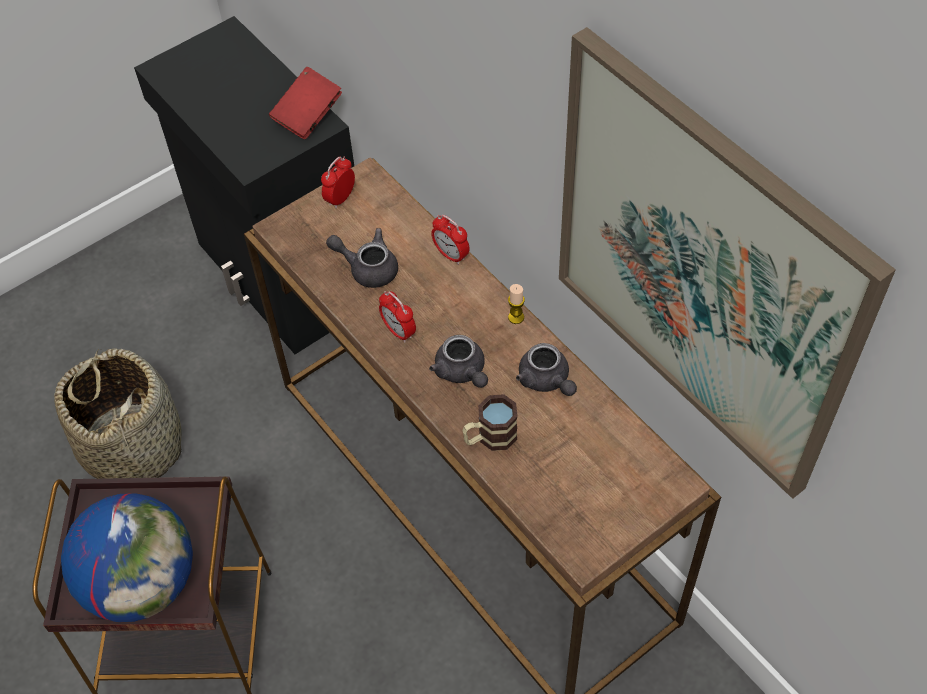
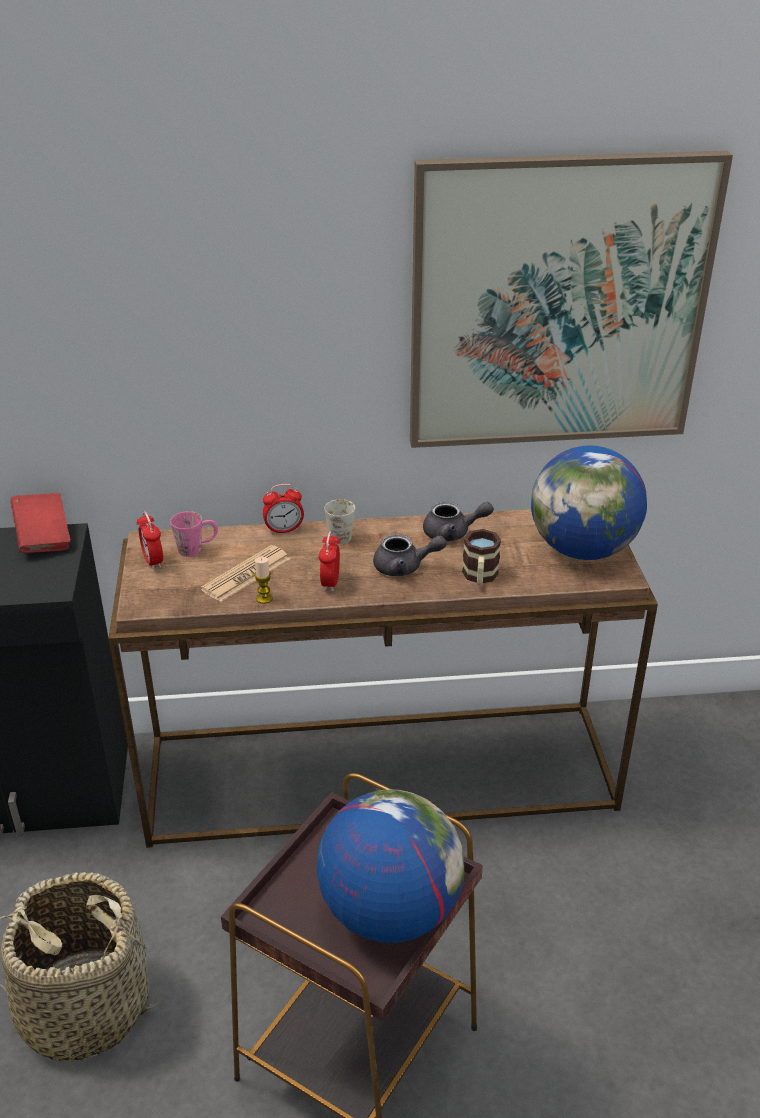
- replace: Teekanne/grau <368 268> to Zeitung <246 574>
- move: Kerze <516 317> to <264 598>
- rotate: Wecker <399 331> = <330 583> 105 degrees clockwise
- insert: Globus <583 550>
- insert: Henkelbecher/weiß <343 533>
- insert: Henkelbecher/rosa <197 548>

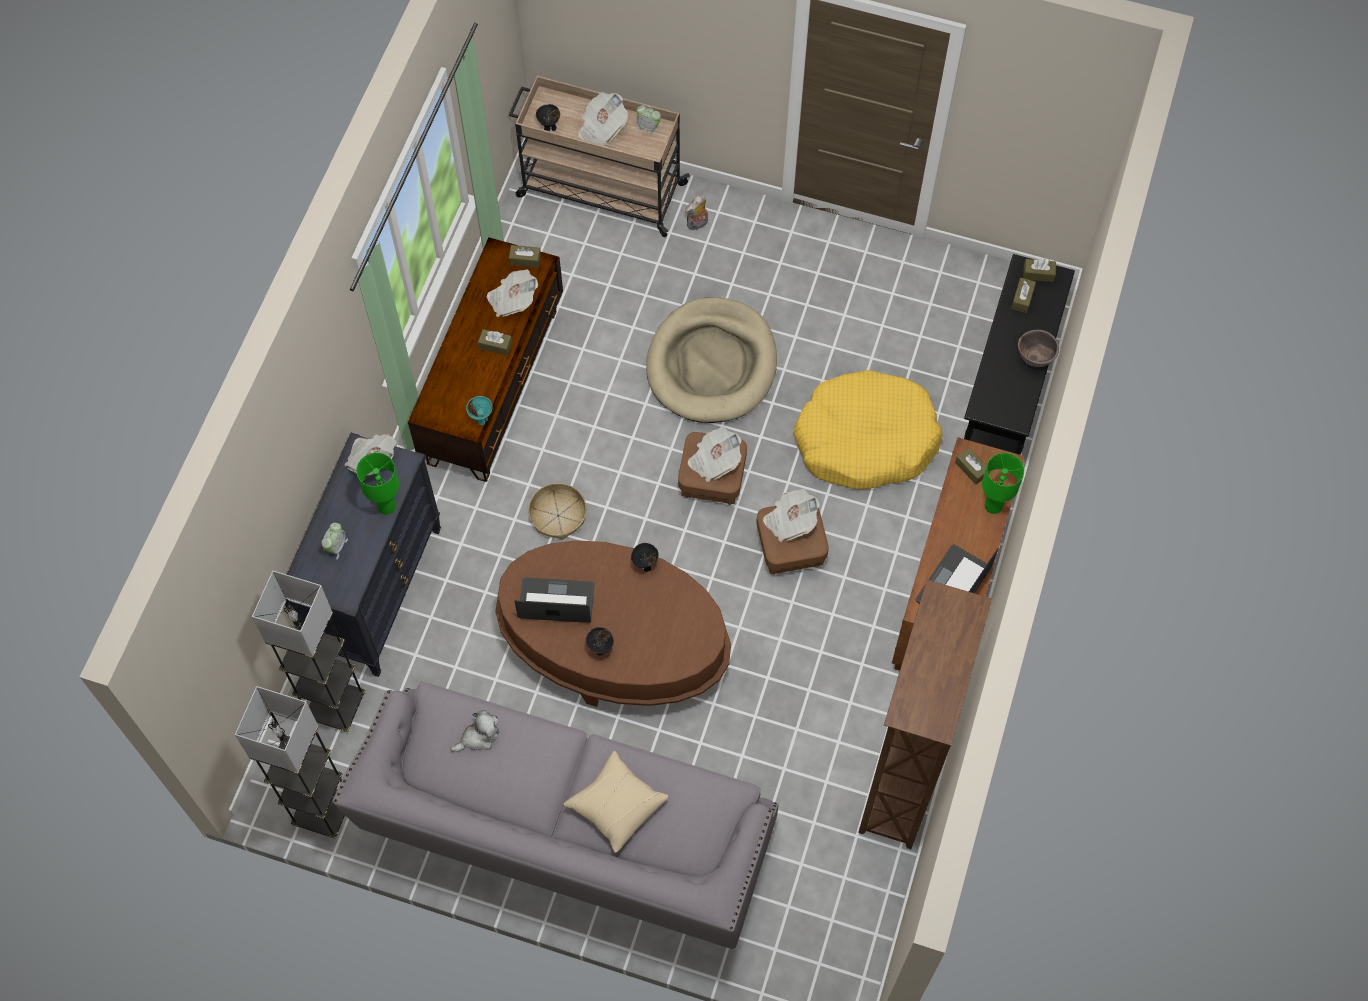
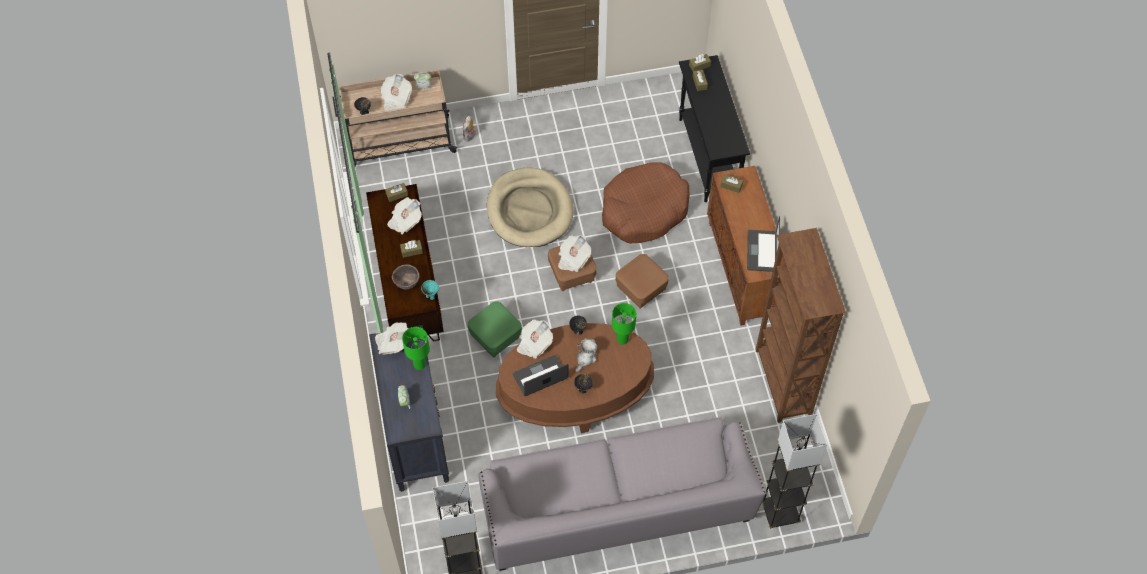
- move: Schüssel/braun <1035 358> to <407 283>
- recolor: Hundebett/gelb <865 440> to Hundebett/braun <644 210>
- move: Tischlampe/grün <993 505> to <622 339>
- replace: Korb <558 515> to Polsterhocker/grün <495 338>
- move: Zeitung <790 521> to <534 344>
- move: Stehlampe/grau <336 706> to <780 512>
- move: Plüschtier <479 736> to <585 358>
- delete: Kissen/beige <616 805>

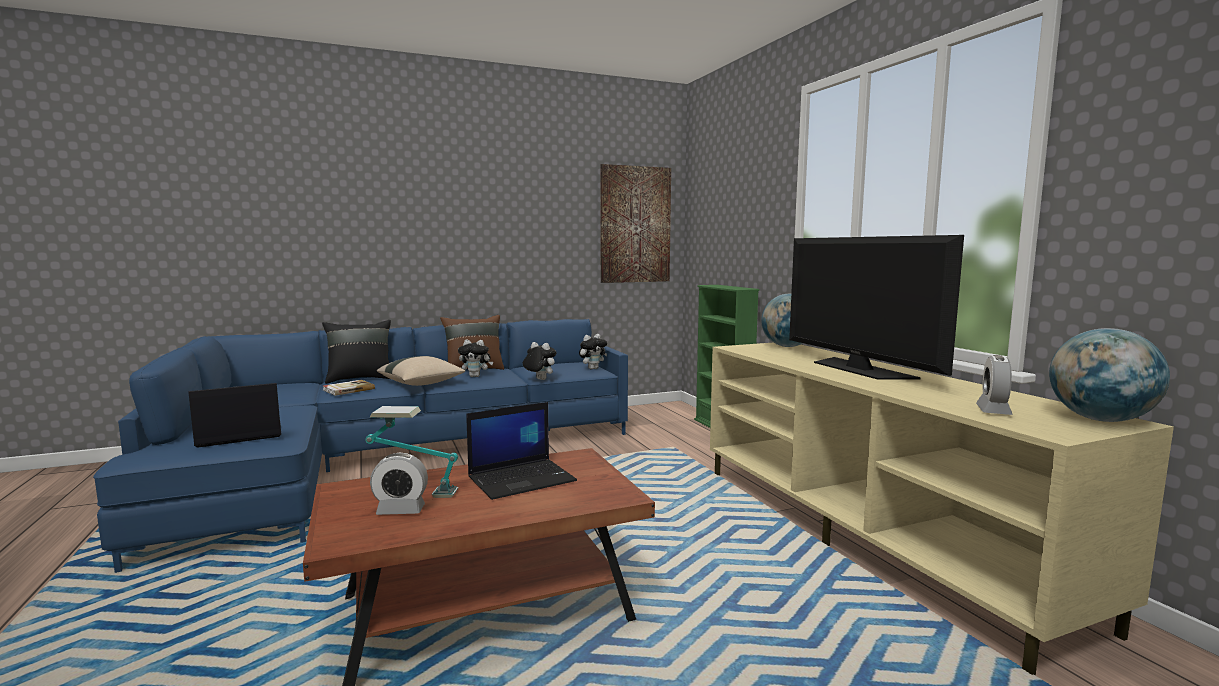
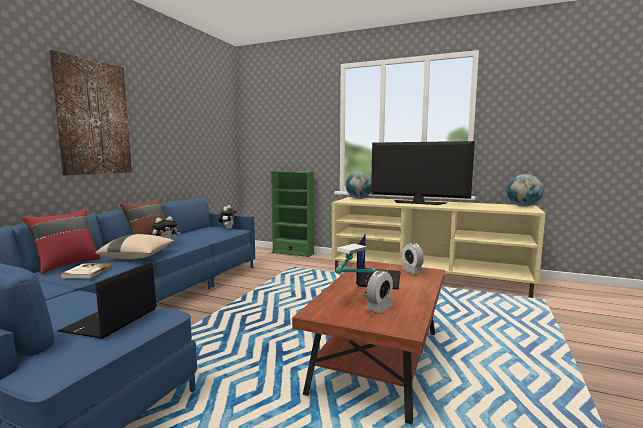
- move: Bild <635 224> to <93 118>
- recolor: Kissen/schwarz <360 379> to Kissen/rot <66 265>
- delete: Plüschtier <539 379>
- move: Wecker <993 410> to <412 271>

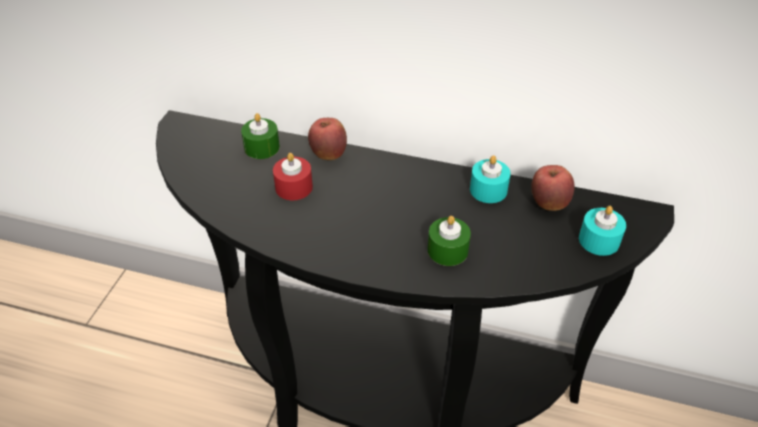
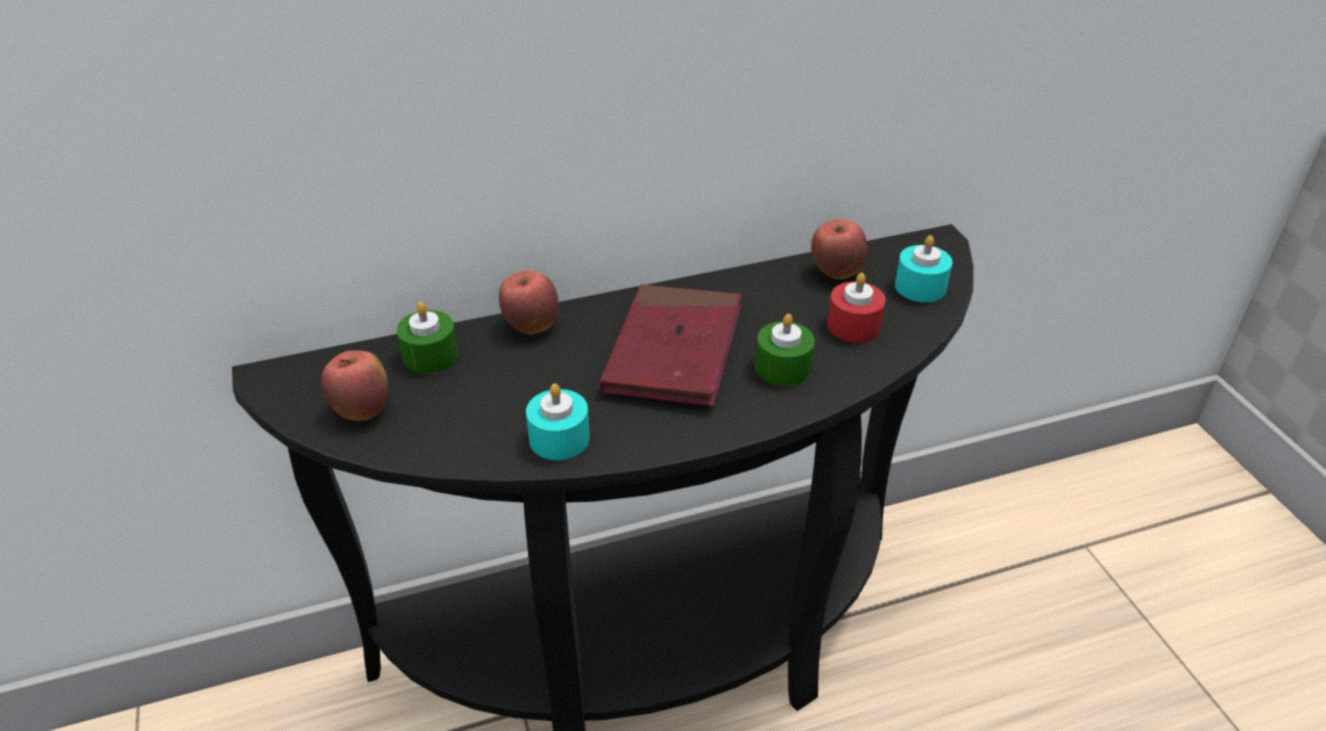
- move: Kerze/rot <294 187> to <854 325>
- move: Kerze/türkis <488 190> to <559 438>
- insert: Buch/rot <674 351>
- insert: Apfel <362 410>

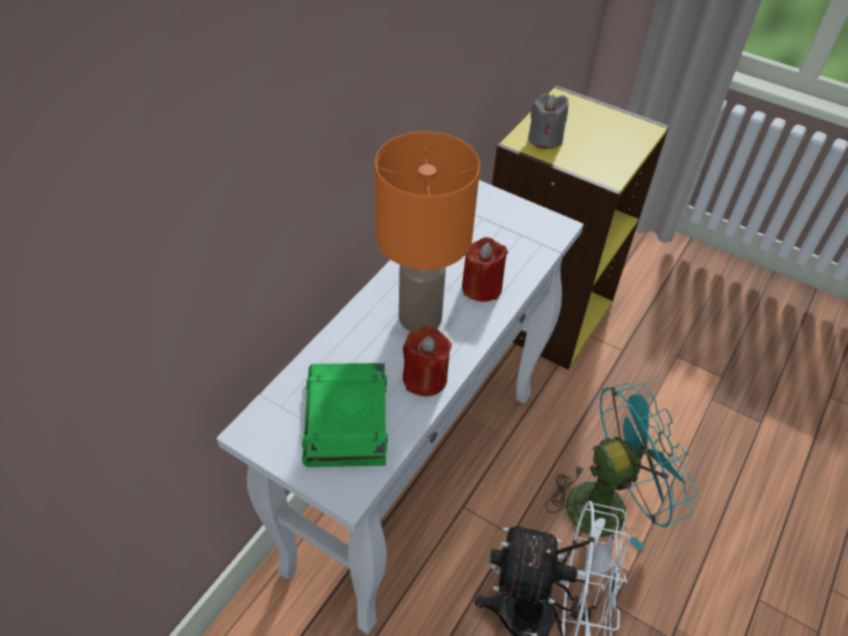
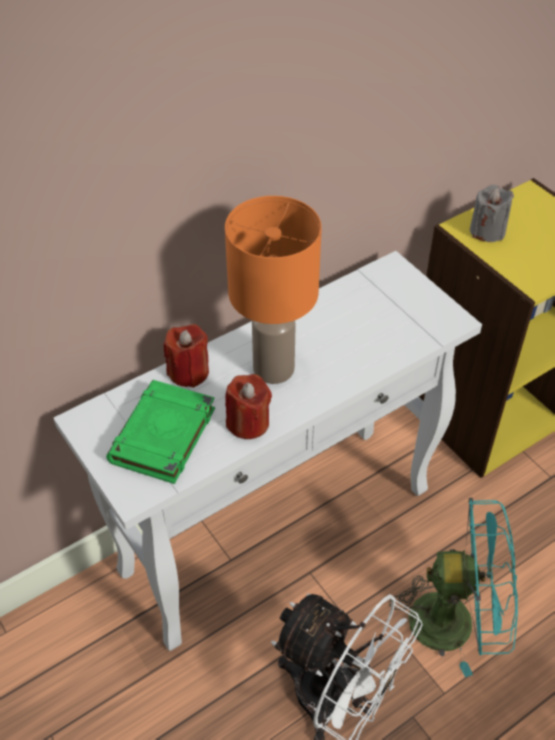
- move: Kerze/rot <481 287> to <189 372>

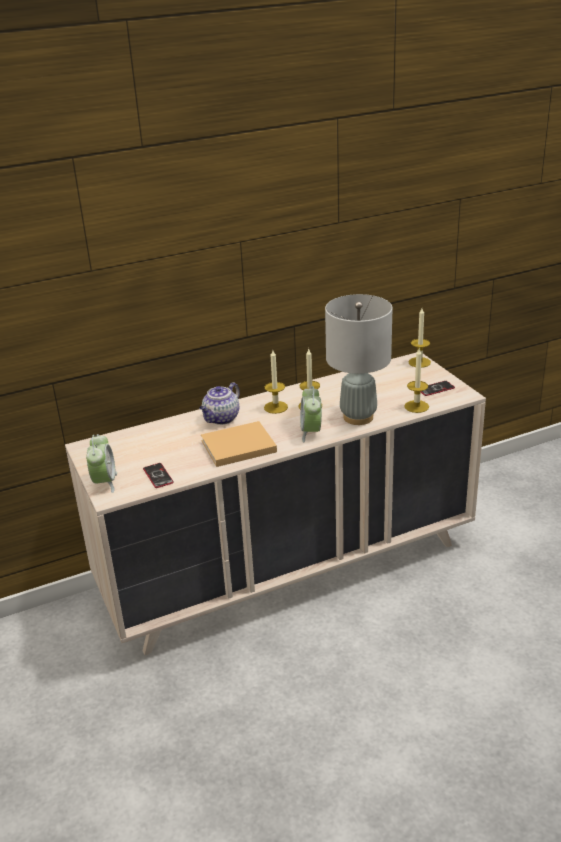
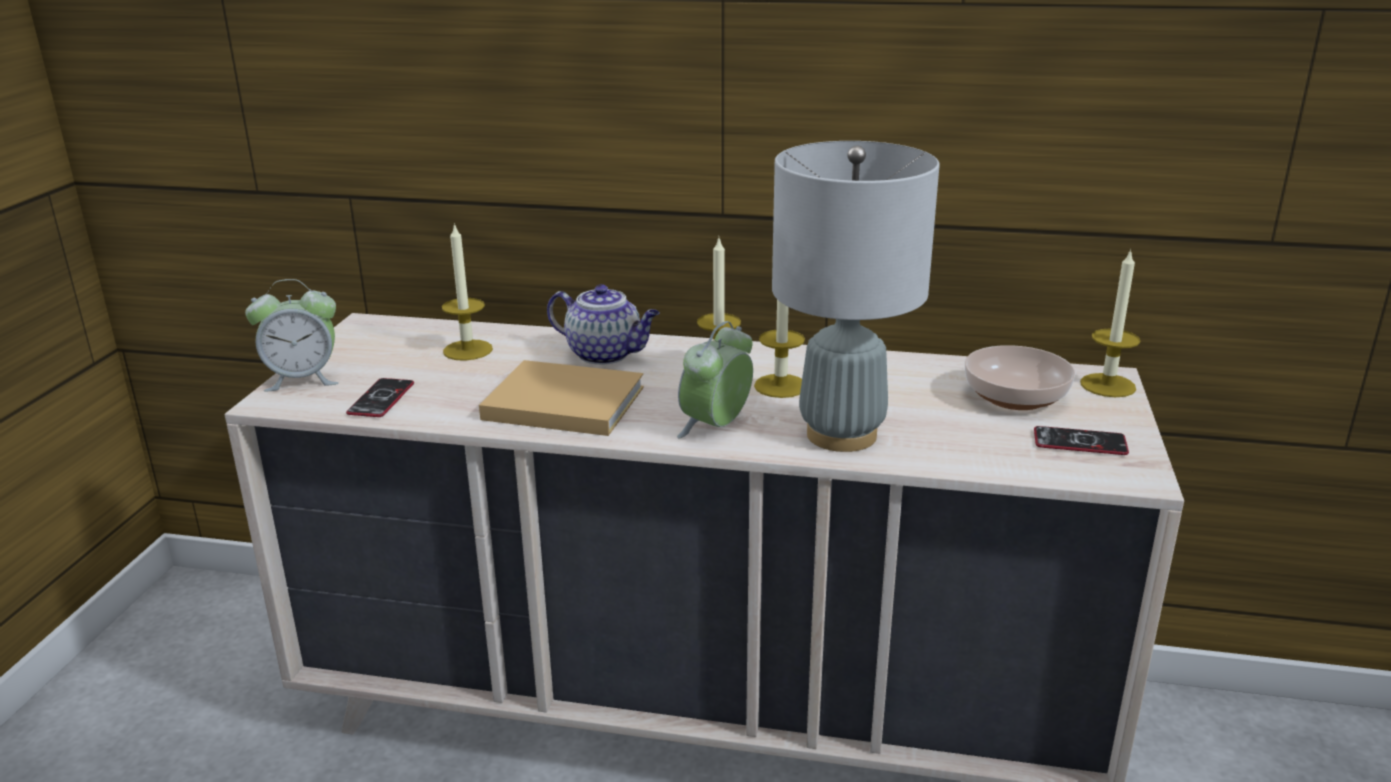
- move: Kerze <416 406> to <468 350>
- rotate: Teekanne <221 419> = <606 354> 135 degrees counterclockwise
- rotate: Wecker <104 482> = <303 379> 45 degrees clockwise
- insert: Schüssel <1014 396>

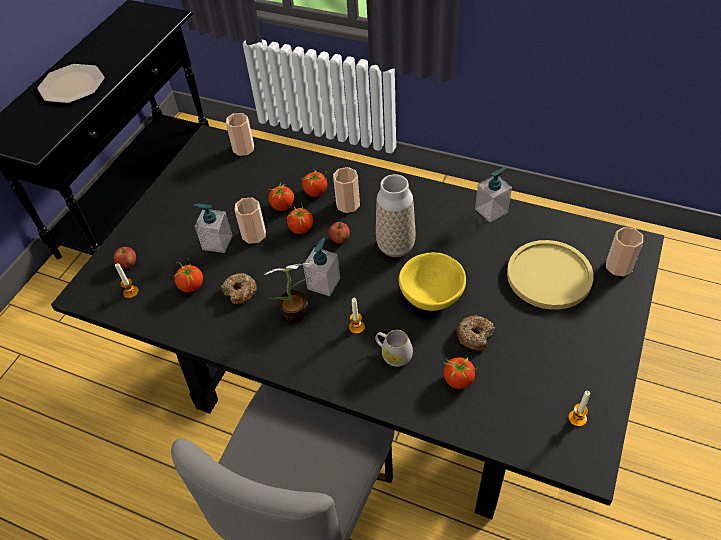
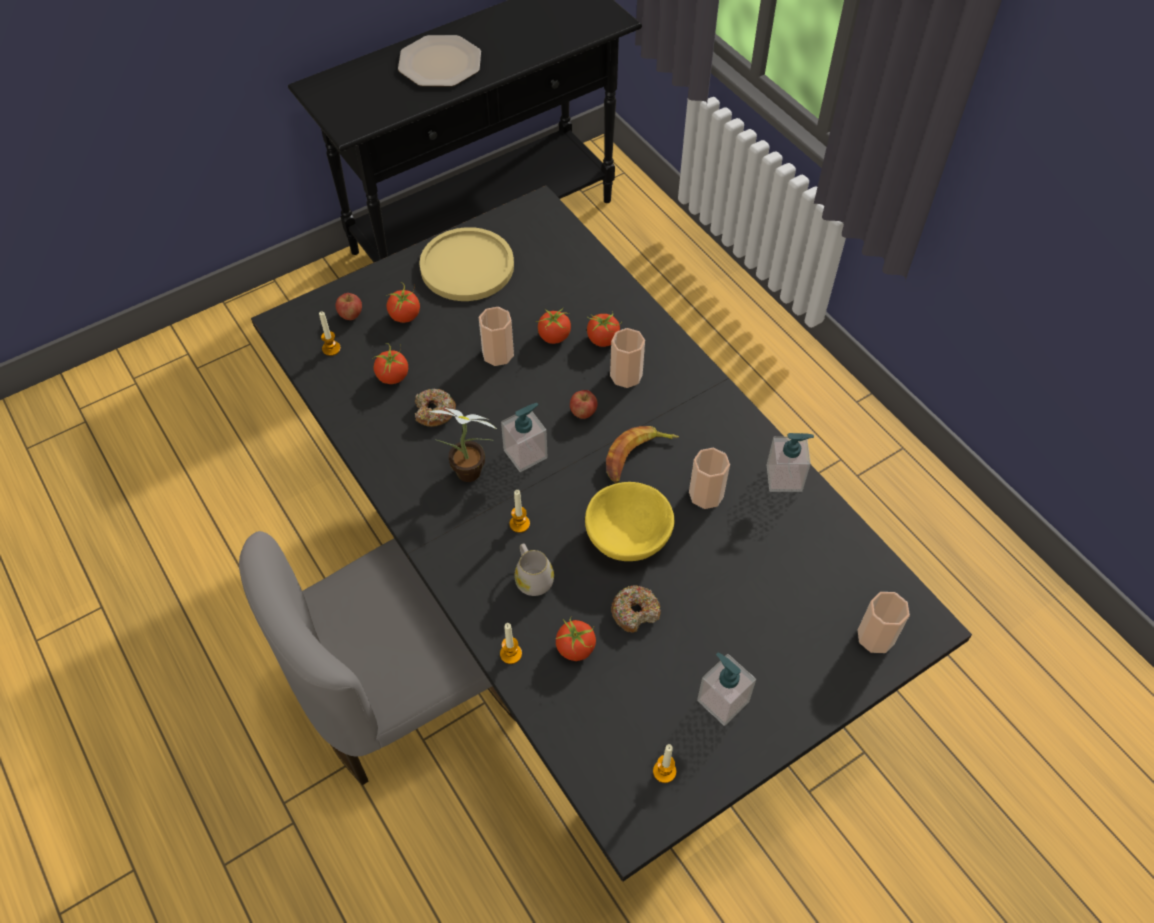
- move: Tasse <243 148> to <706 494>
- replace: Vase <395 246> to Banane <637 457>
- move: Tomate <301 228> to <405 316>
- move: Seifenspender <217 242> to <722 701>
- move: Teller/gelb <549 276> to <467 266>
- insert: Kerze <511 654>

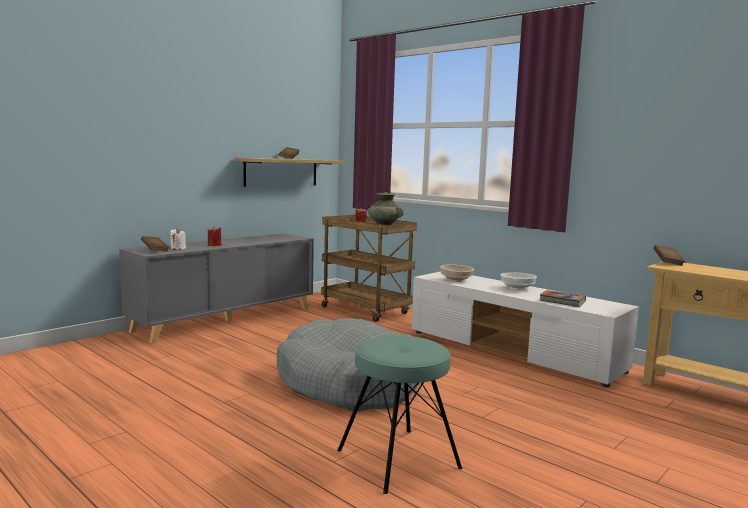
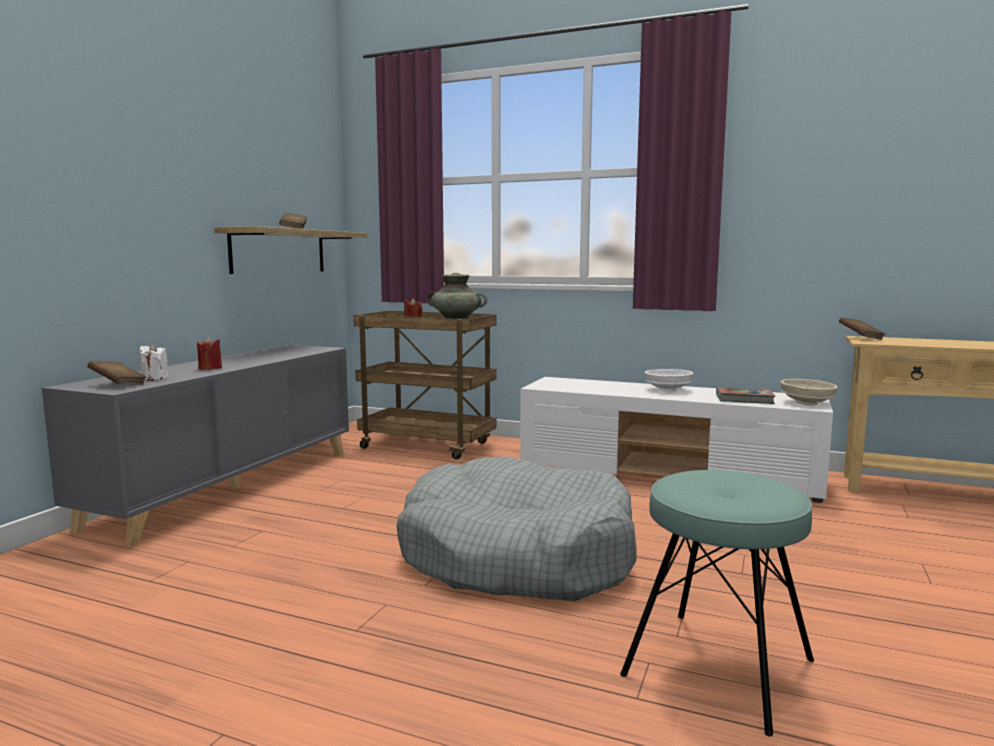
- move: Schüssel/beige <455 280> to <806 403>

